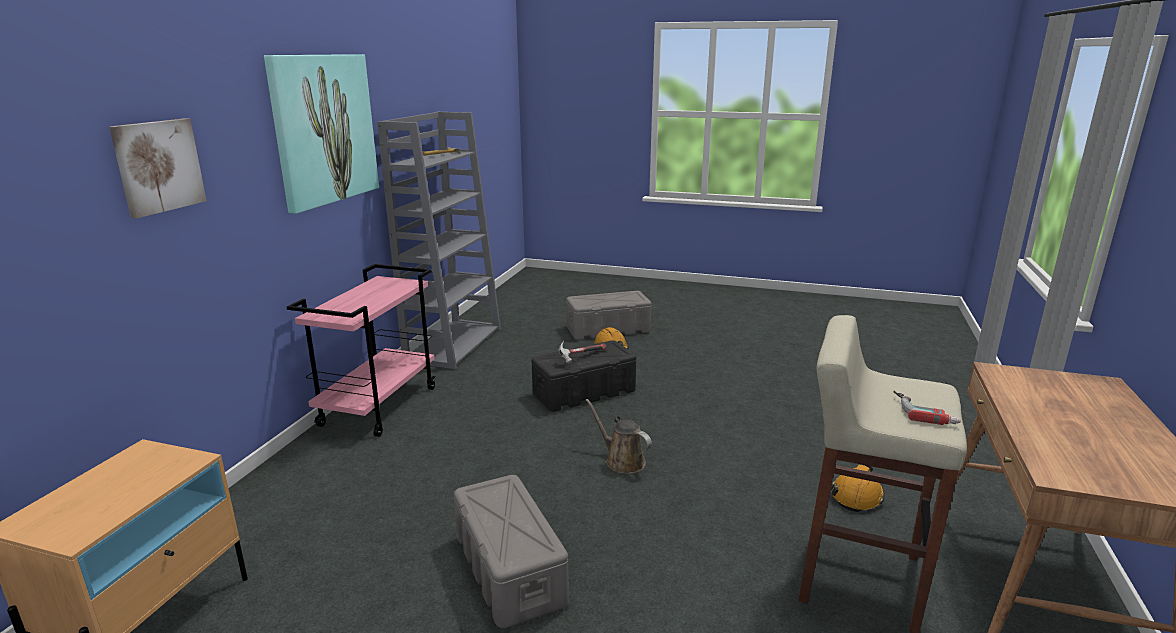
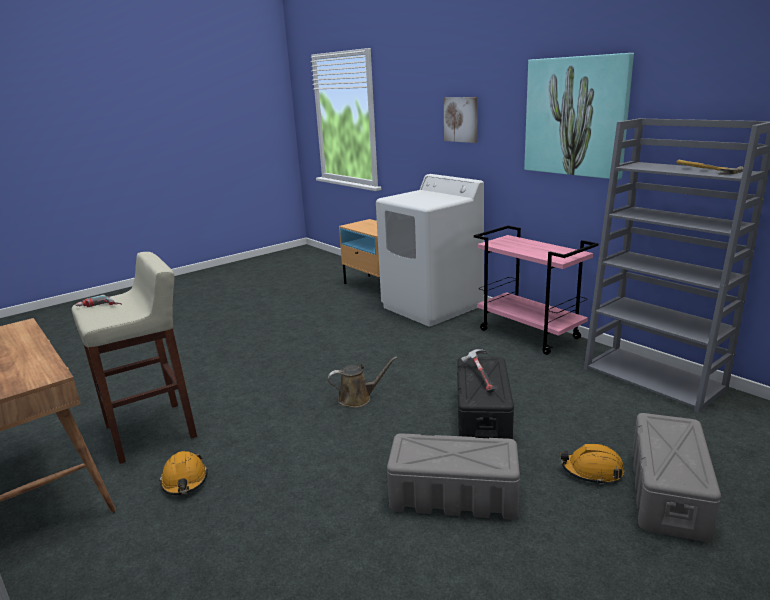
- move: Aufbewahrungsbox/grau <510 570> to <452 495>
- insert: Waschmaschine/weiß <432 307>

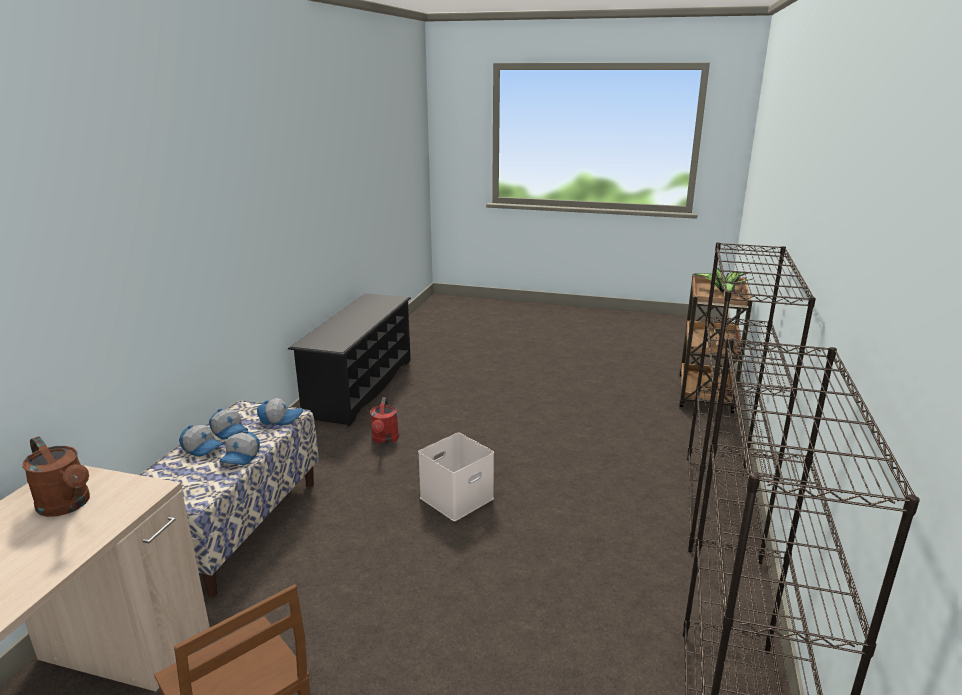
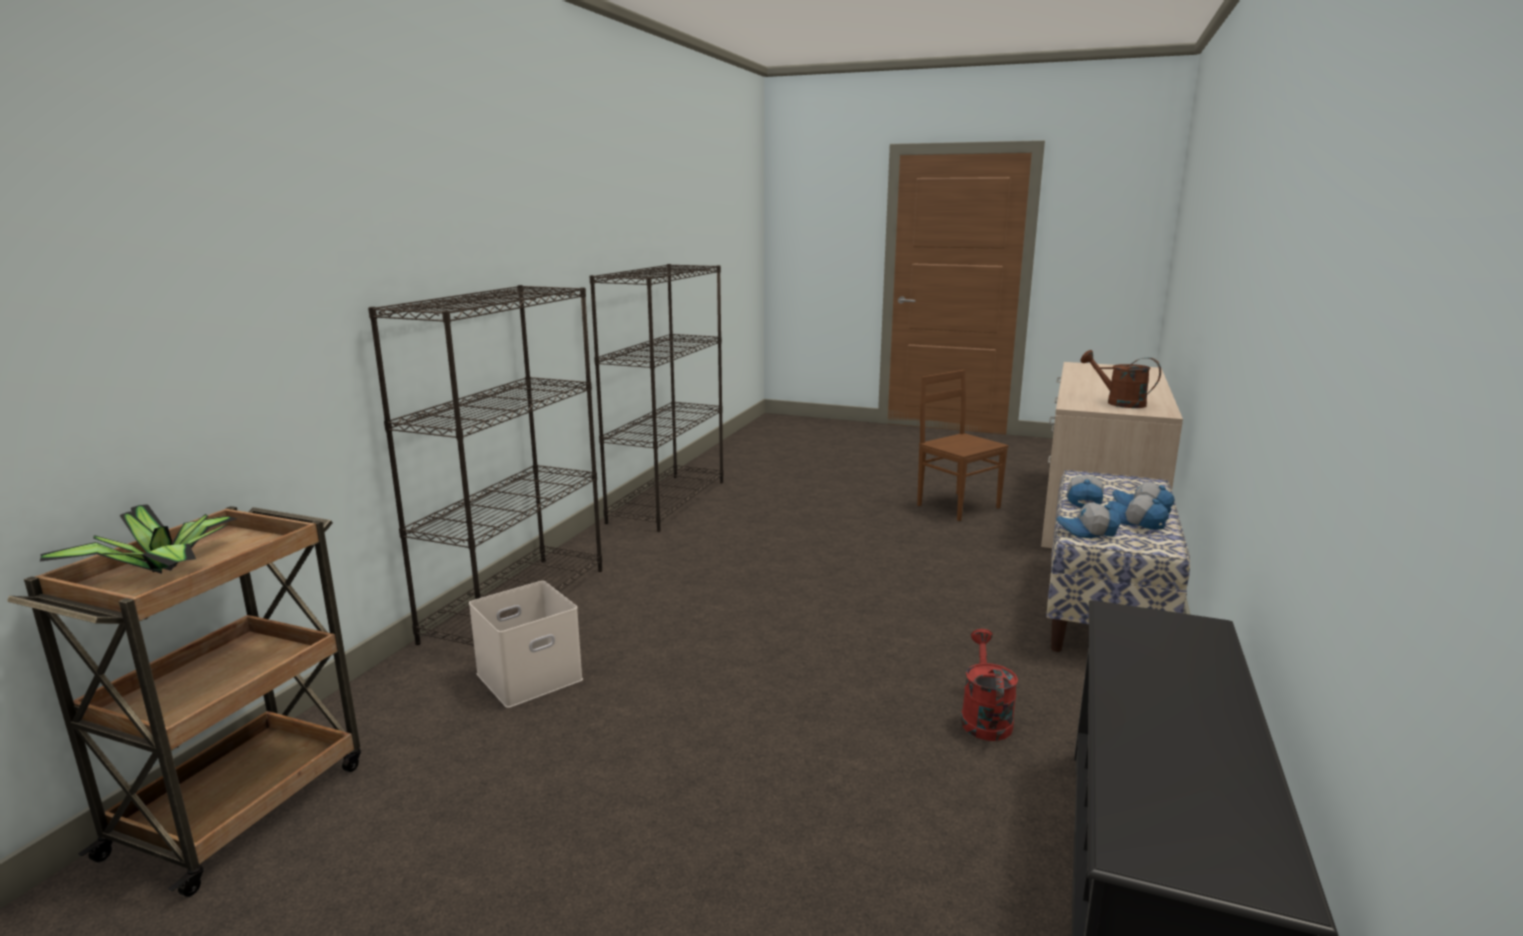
- move: Aufbewahrungsbox/weiß <457 497> to <528 678>

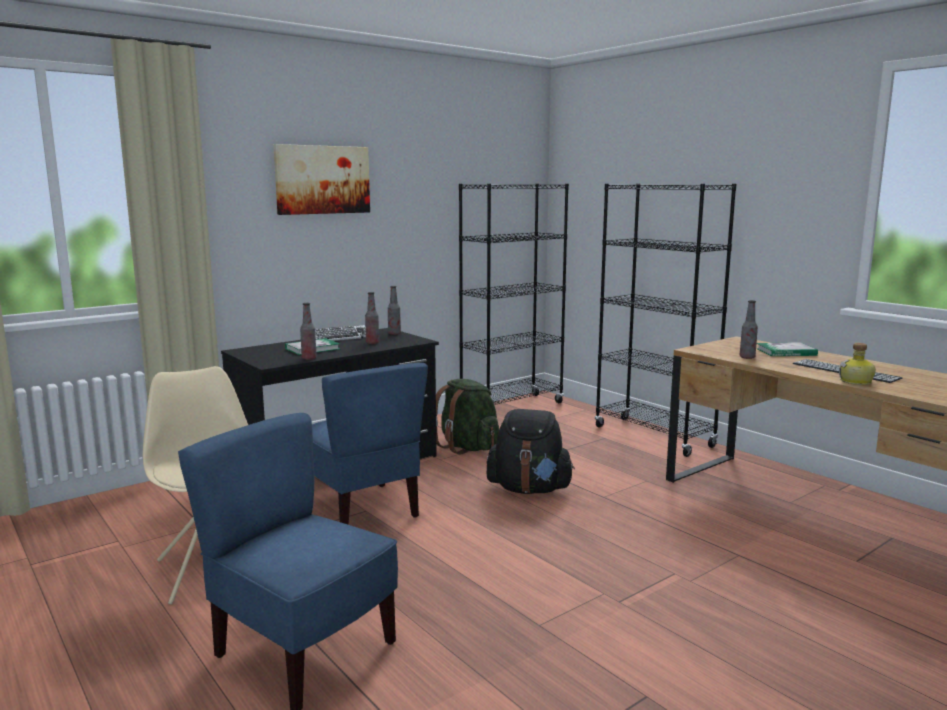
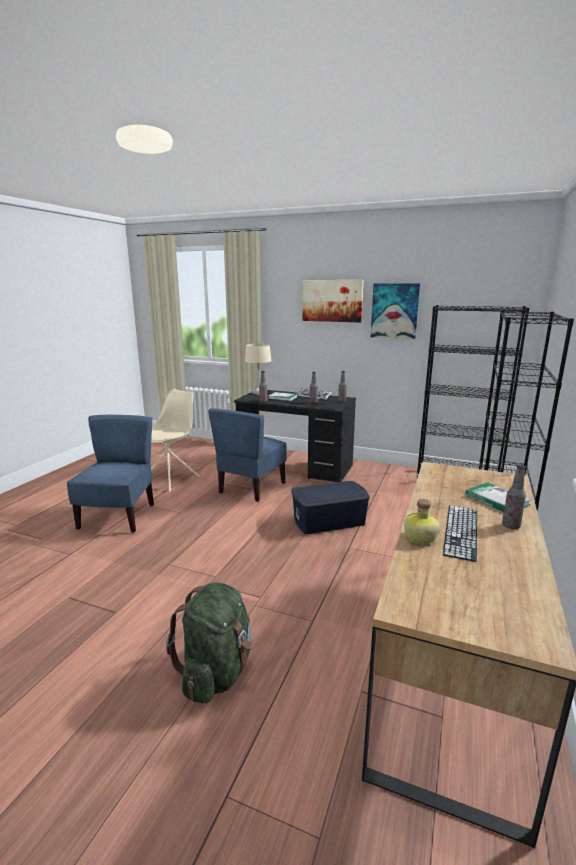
- move: Flasche <747 357> to <510 526>
- move: Rucksack/grün <467 447> to <217 672>
- replace: Rucksack/schwarz <529 489> to Aufbewahrungsbox/blau <329 521>
- insert: Bild <394 311>
- insert: Tischlampe/beige <258 393>

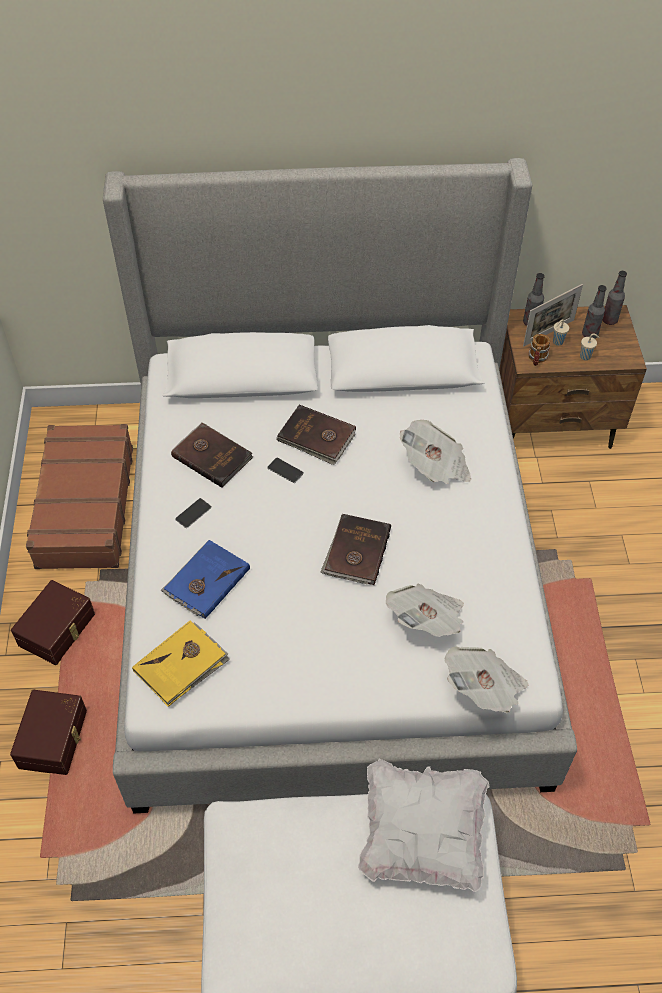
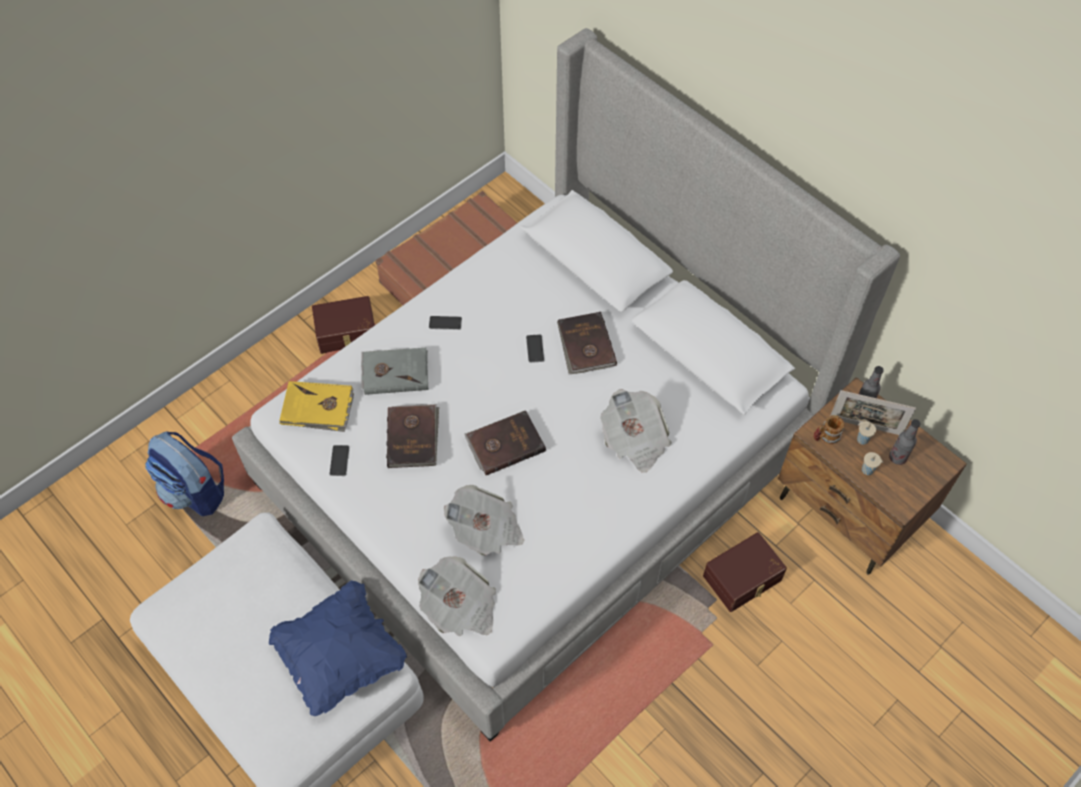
- delete: Flasche <609 320>
- move: Buch/braun <212 456> to <413 437>
- recolor: Buch/blau <206 581> to Buch/grau <395 372>
- move: Aufbewahrungsbox/braun <55 739> to <743 579>
- recolor: Kissen/weiß <422 834> to Kissen/blau <340 656>
- insert: Rucksack <195 492>
- insert: Handy <339 460>

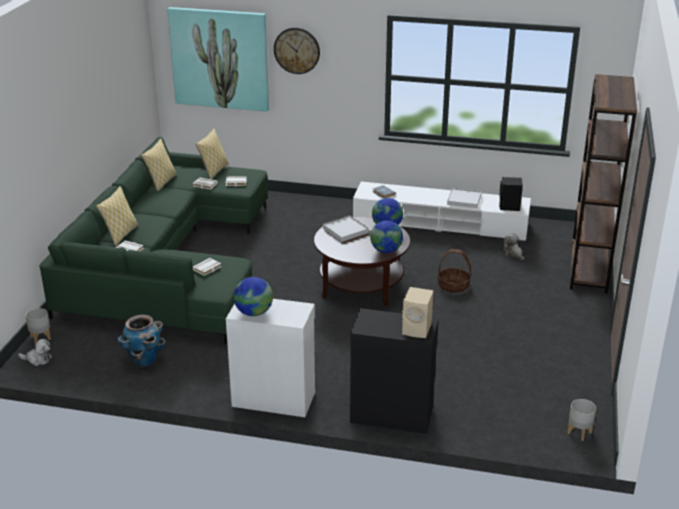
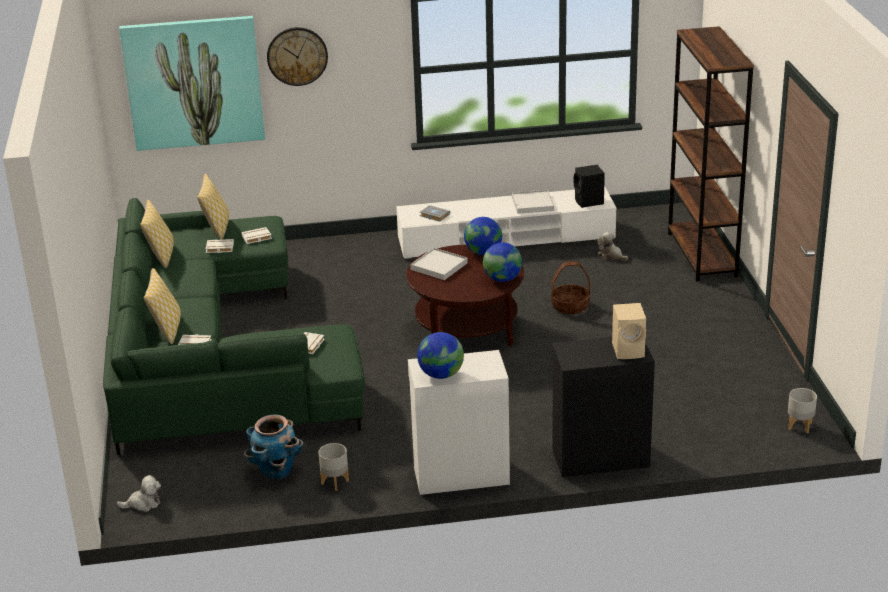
- move: Pflanzkübel/grau <40 338> to <334 482>

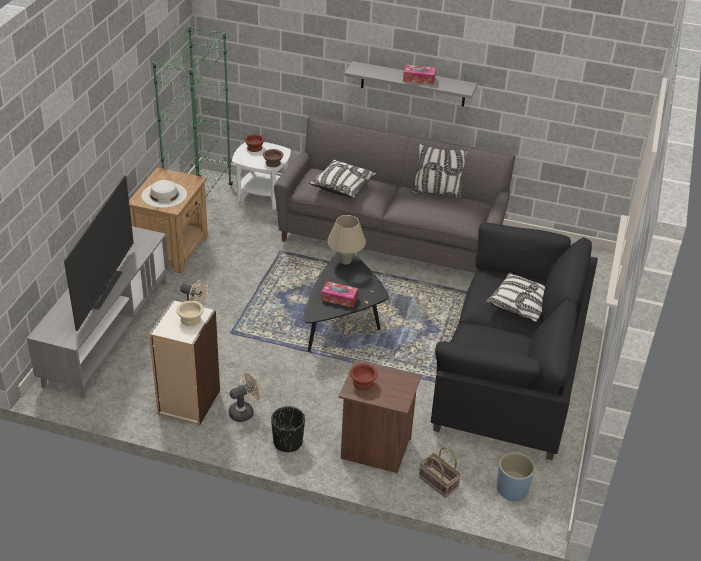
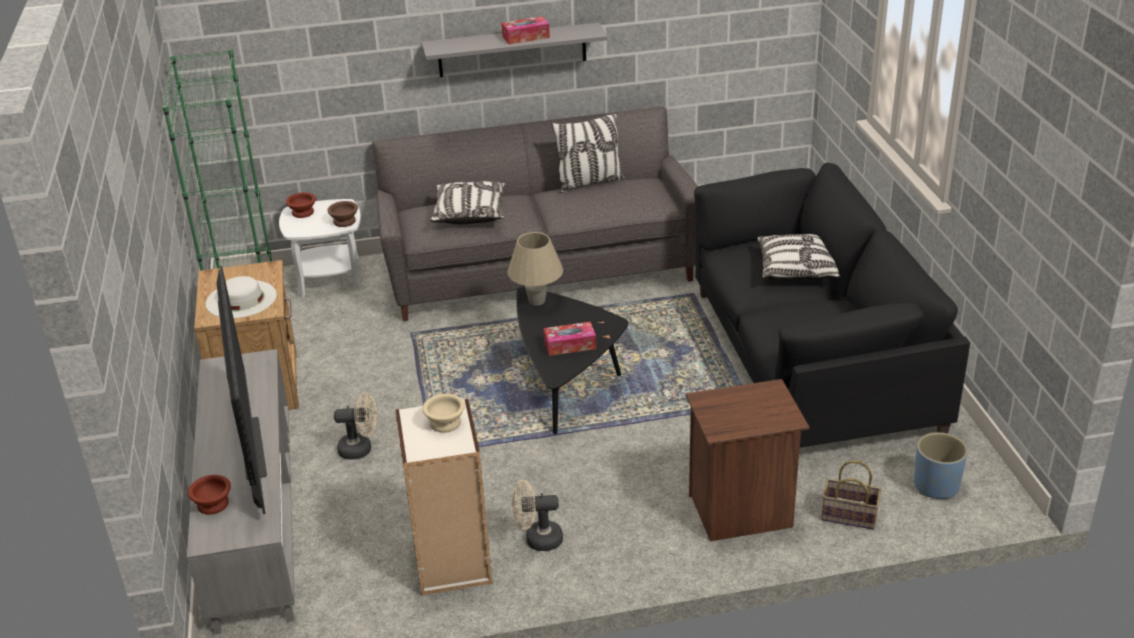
- move: Schüssel/braun <364 383> to <214 504>
- rotate: Ventilator/beige <244 411> = <537 539> 120 degrees counterclockwise
- delete: Pflanzkübel/schwarz <288 442>

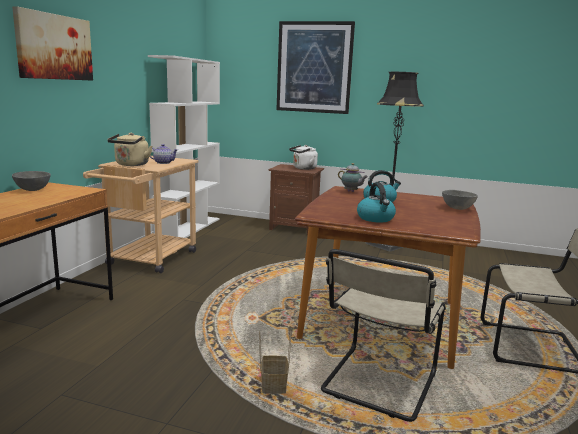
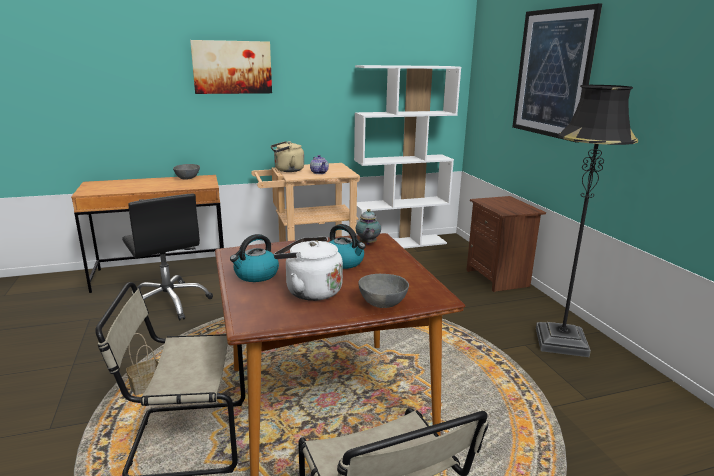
- move: Wasserkessel/weiß <303 168> to <310 291>
- insert: Bürostuhl/schwarz <169 303>

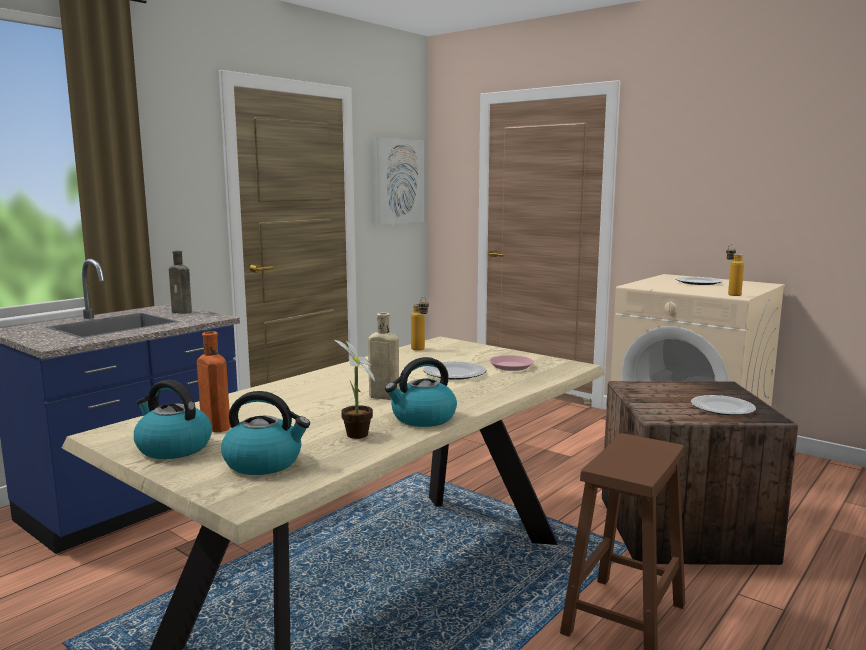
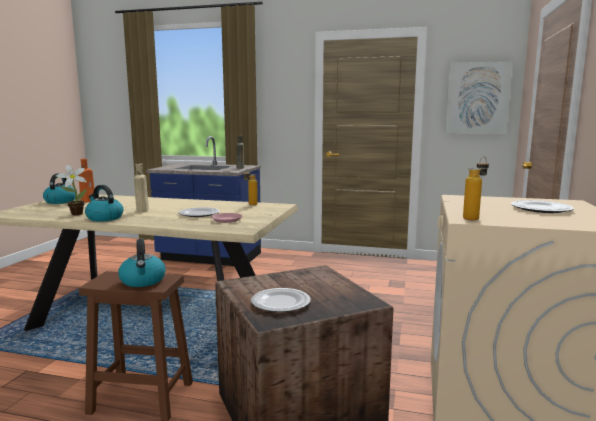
- move: Wasserkessel <264 462> to <143 281>

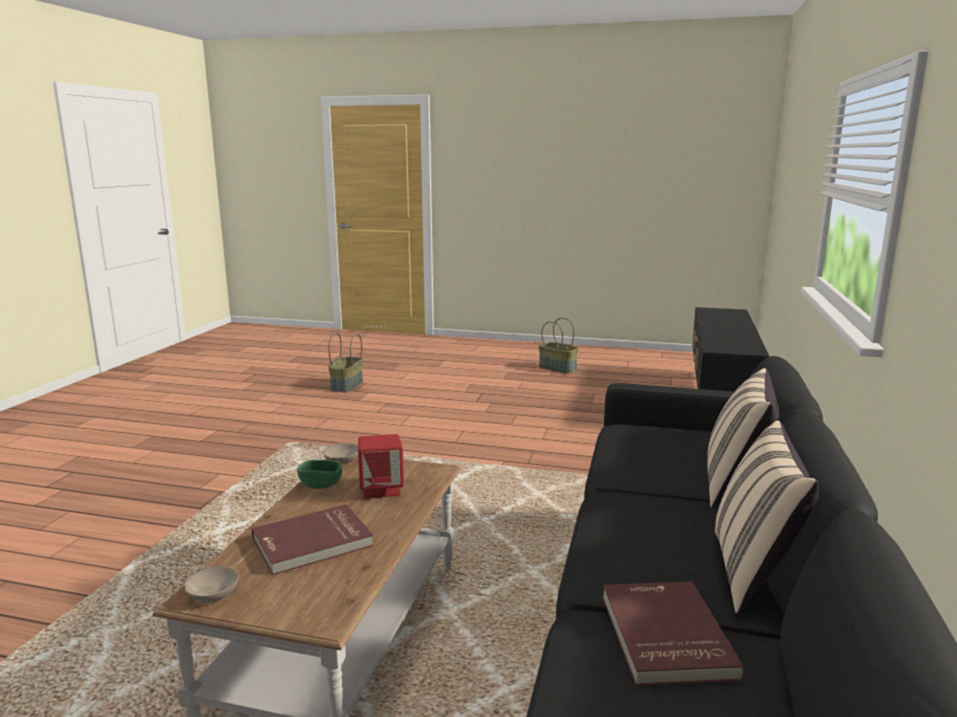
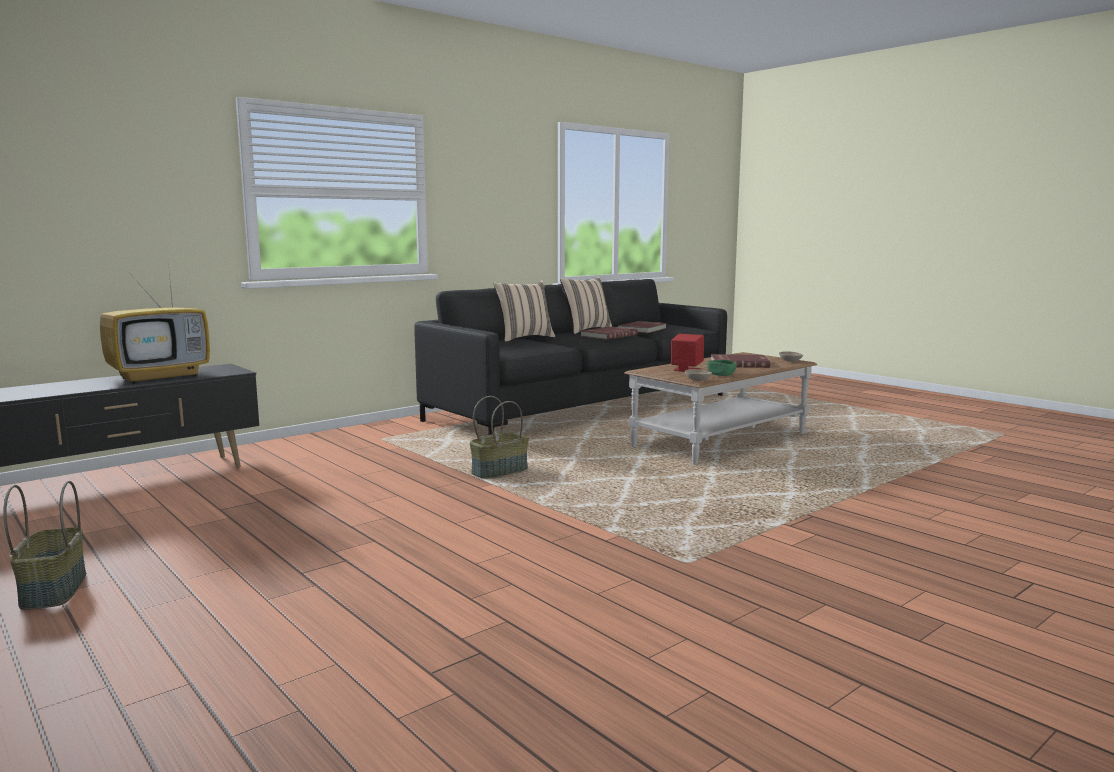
- move: Korb <347 386> to <499 471>
- insert: Fernseher <161 377>
- insert: Buch/rot <608 335>

